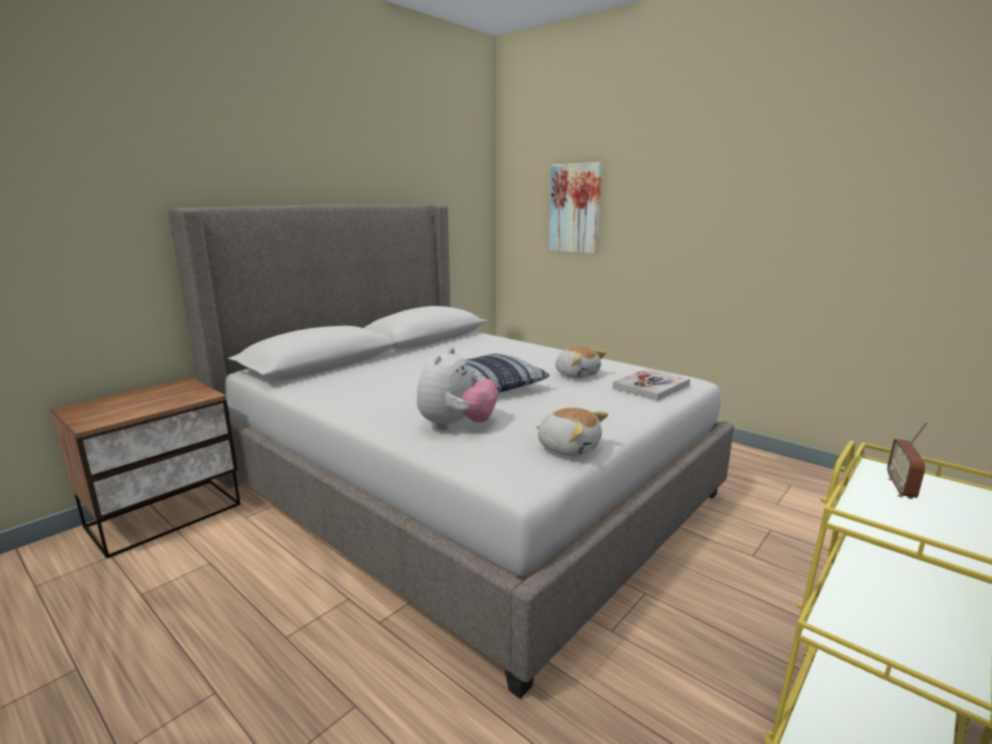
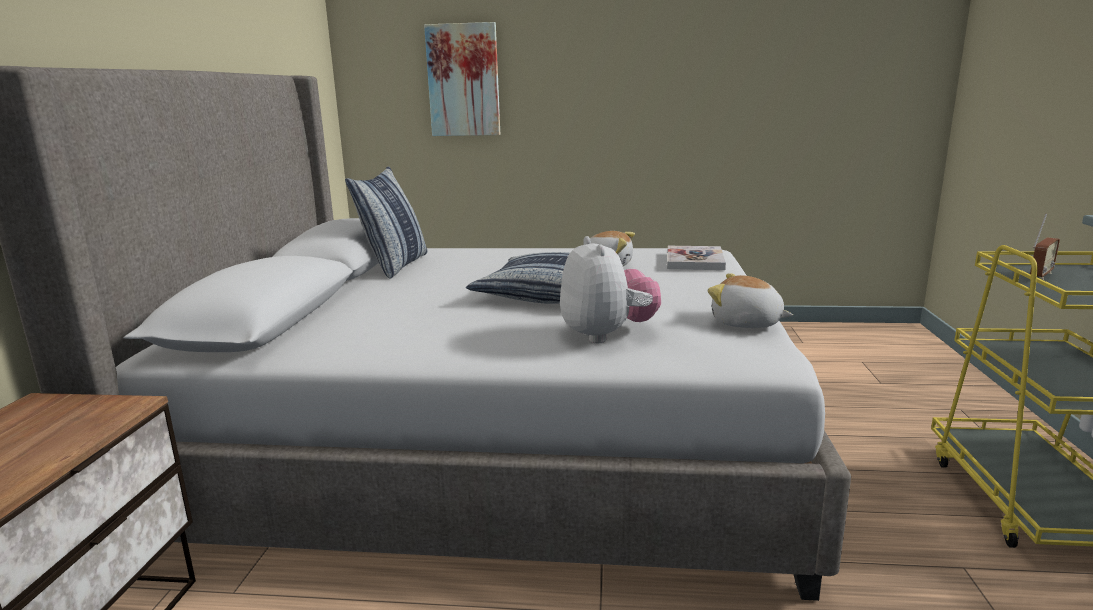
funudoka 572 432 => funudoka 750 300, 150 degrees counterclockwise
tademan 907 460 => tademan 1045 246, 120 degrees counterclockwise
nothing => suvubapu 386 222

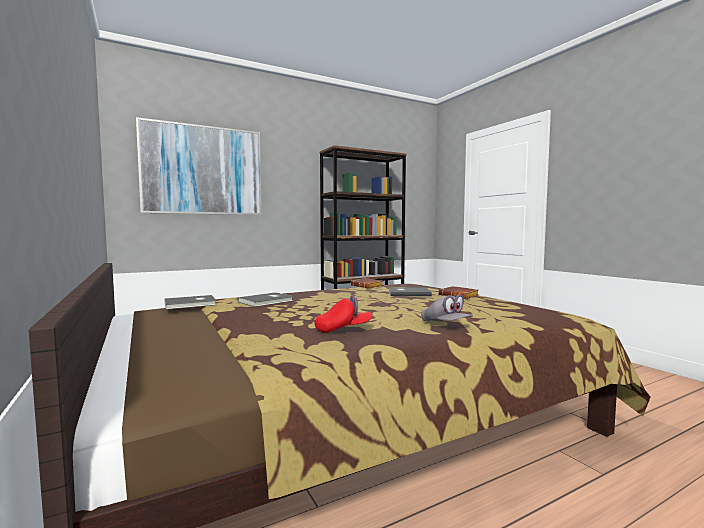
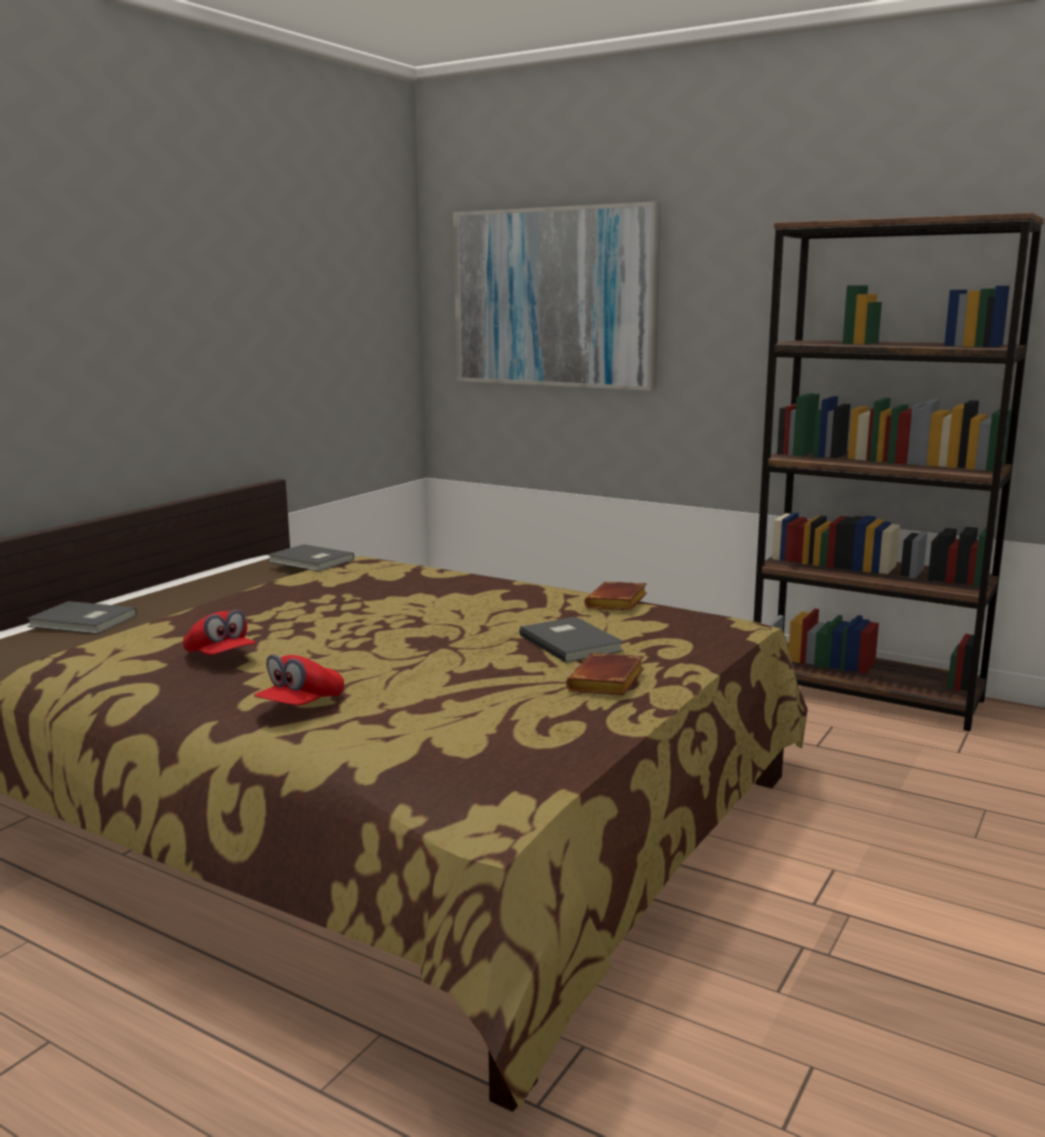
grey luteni 266 299 => grey luteni 81 617, move
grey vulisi 447 307 => red vulisi 299 679

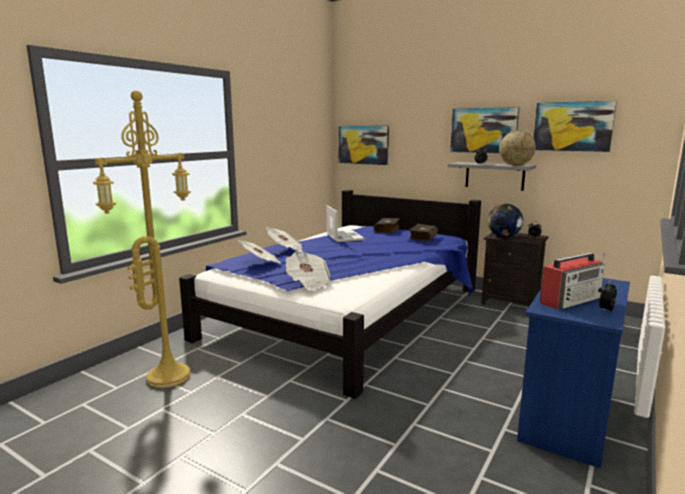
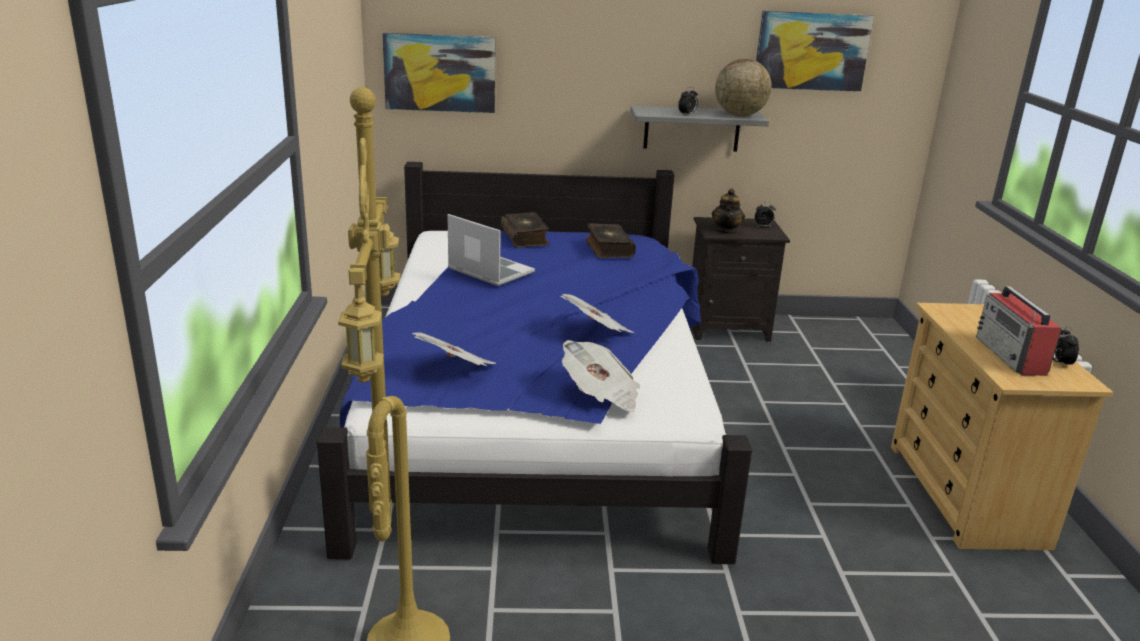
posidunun 284 239 => posidunun 597 313, move
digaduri 484 130 => nothing
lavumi 505 220 => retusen 728 211
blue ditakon 573 373 => beige ditakon 1002 426
tademan 572 281 => tademan 1019 331, 150 degrees clockwise

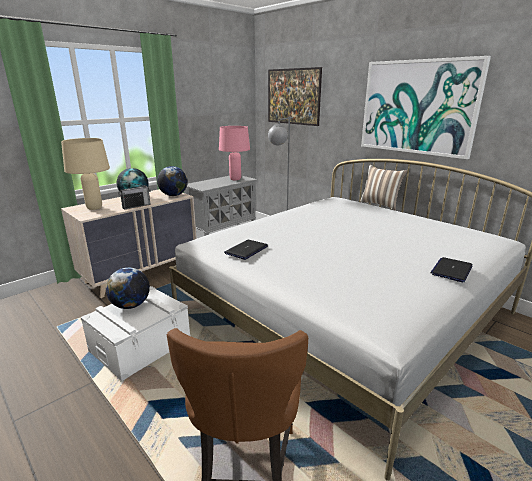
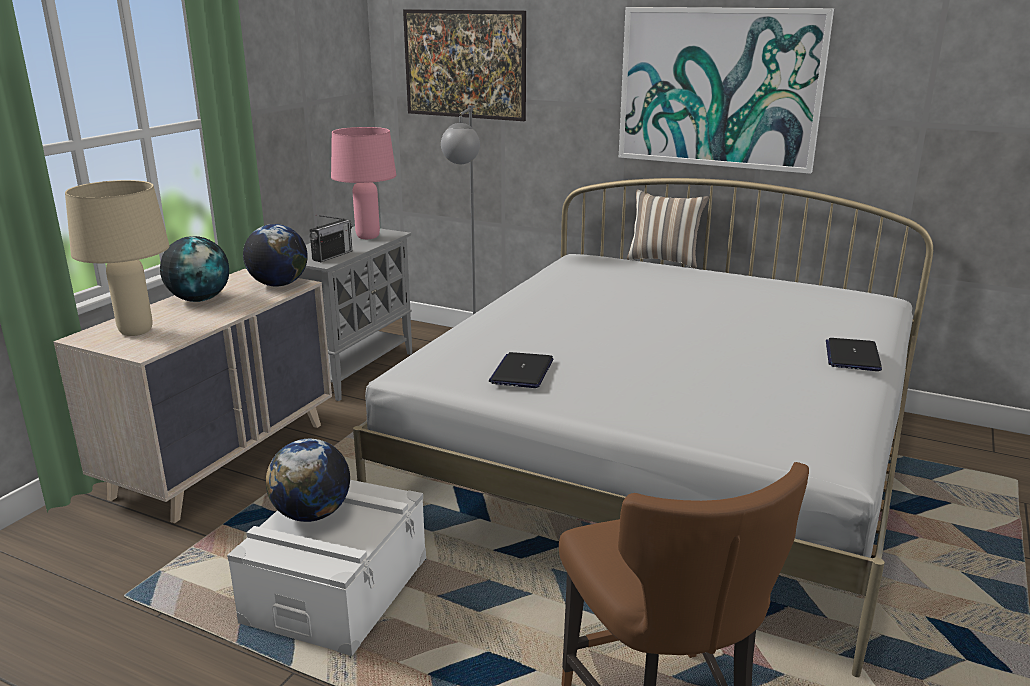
tademan 134 196 => tademan 331 238, move

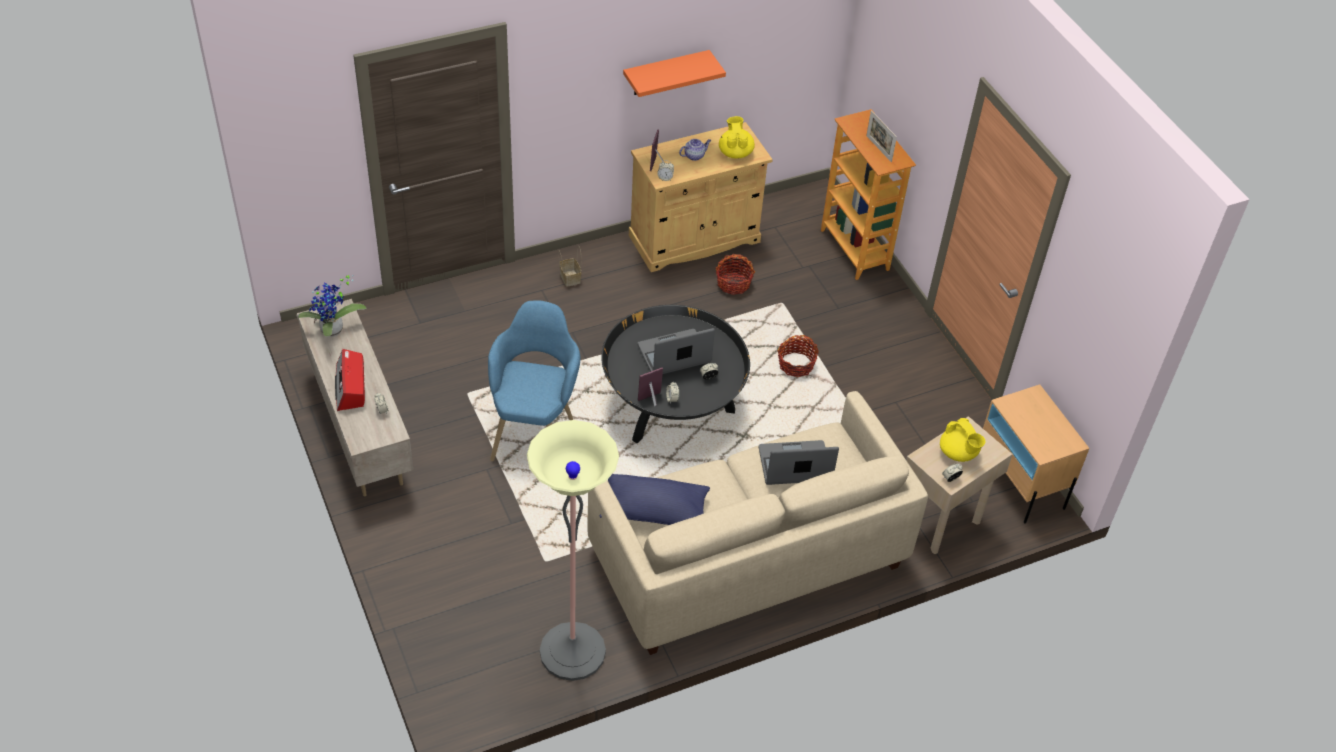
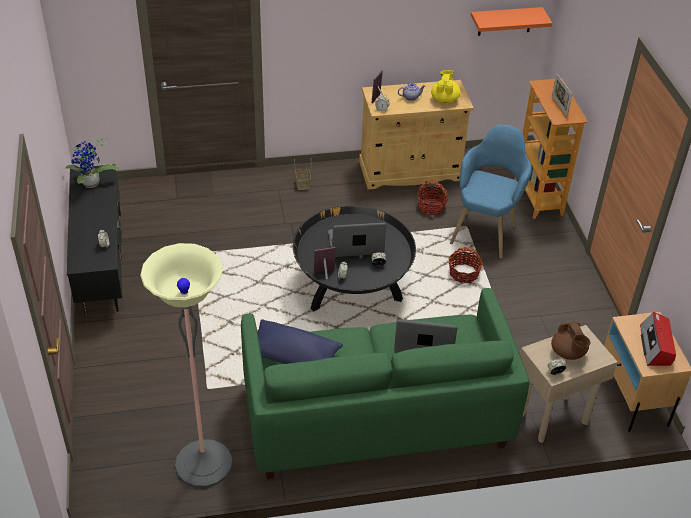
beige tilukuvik 354 397 => black tilukuvik 94 239
tademan 350 380 => tademan 658 339, move
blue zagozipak 534 380 => blue zagozipak 491 191, move
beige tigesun 757 523 => green tigesun 385 383
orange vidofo 674 73 => orange vidofo 511 21, move
yellow retusen 962 440 => brown retusen 570 340

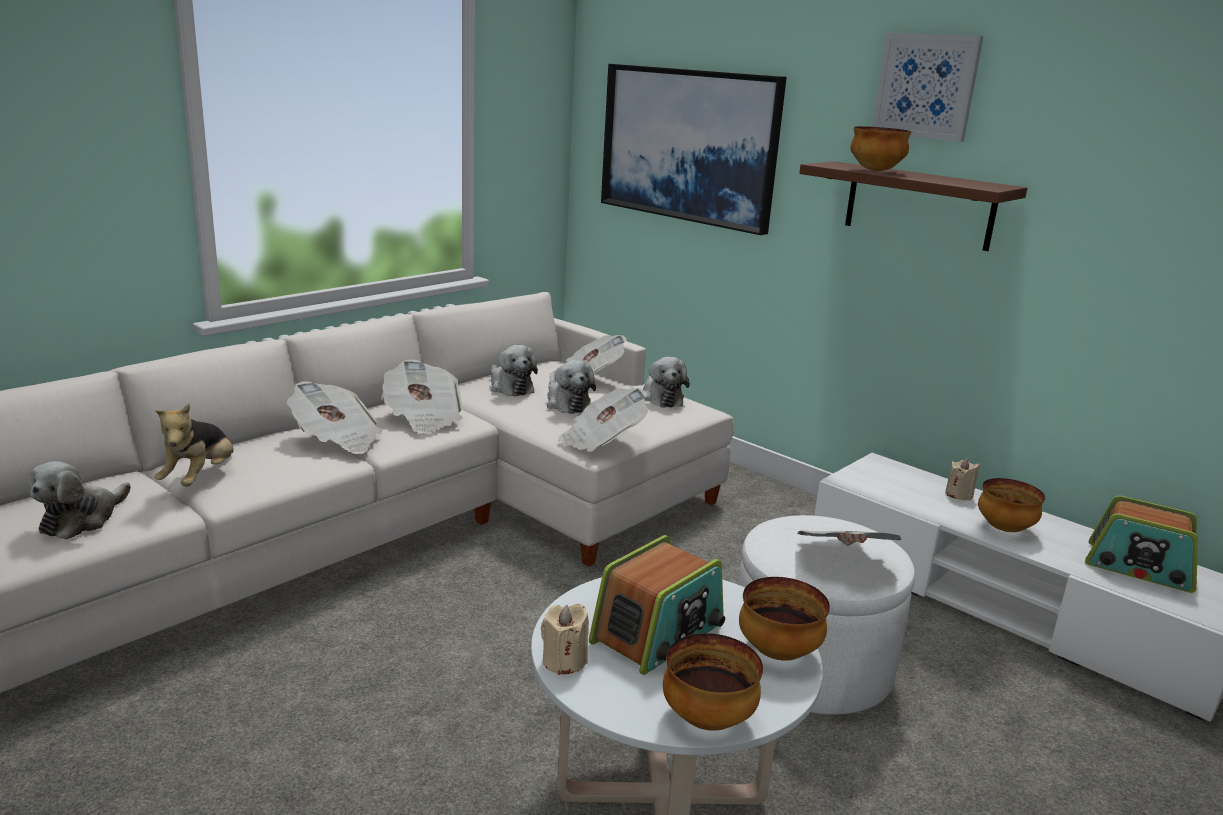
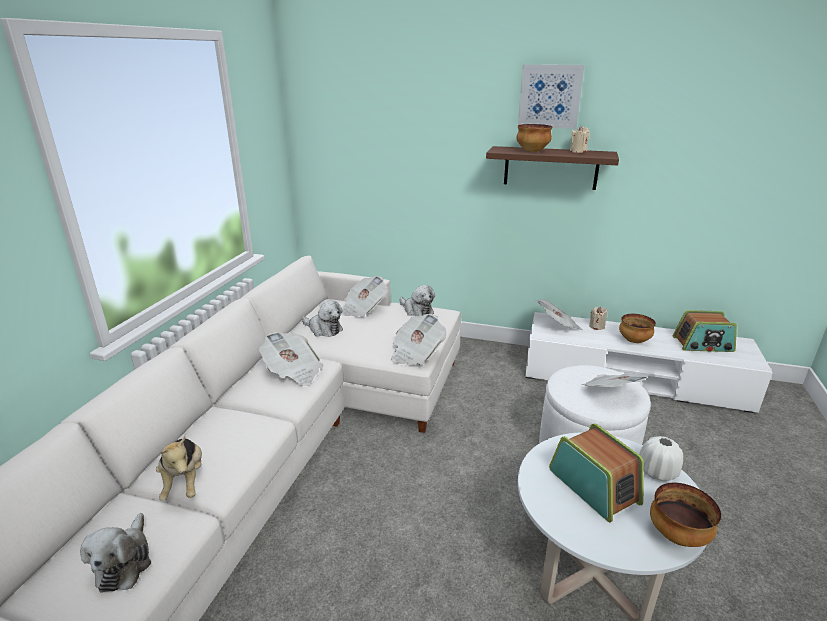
posidunun 335 417 => posidunun 559 314, move
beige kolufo 565 639 => beige kolufo 580 139, move
funudoka 571 387 => nothing
tademan 657 605 => tademan 596 473, 45 degrees counterclockwise
digaduri 694 149 => nothing
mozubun 784 619 => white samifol 661 458

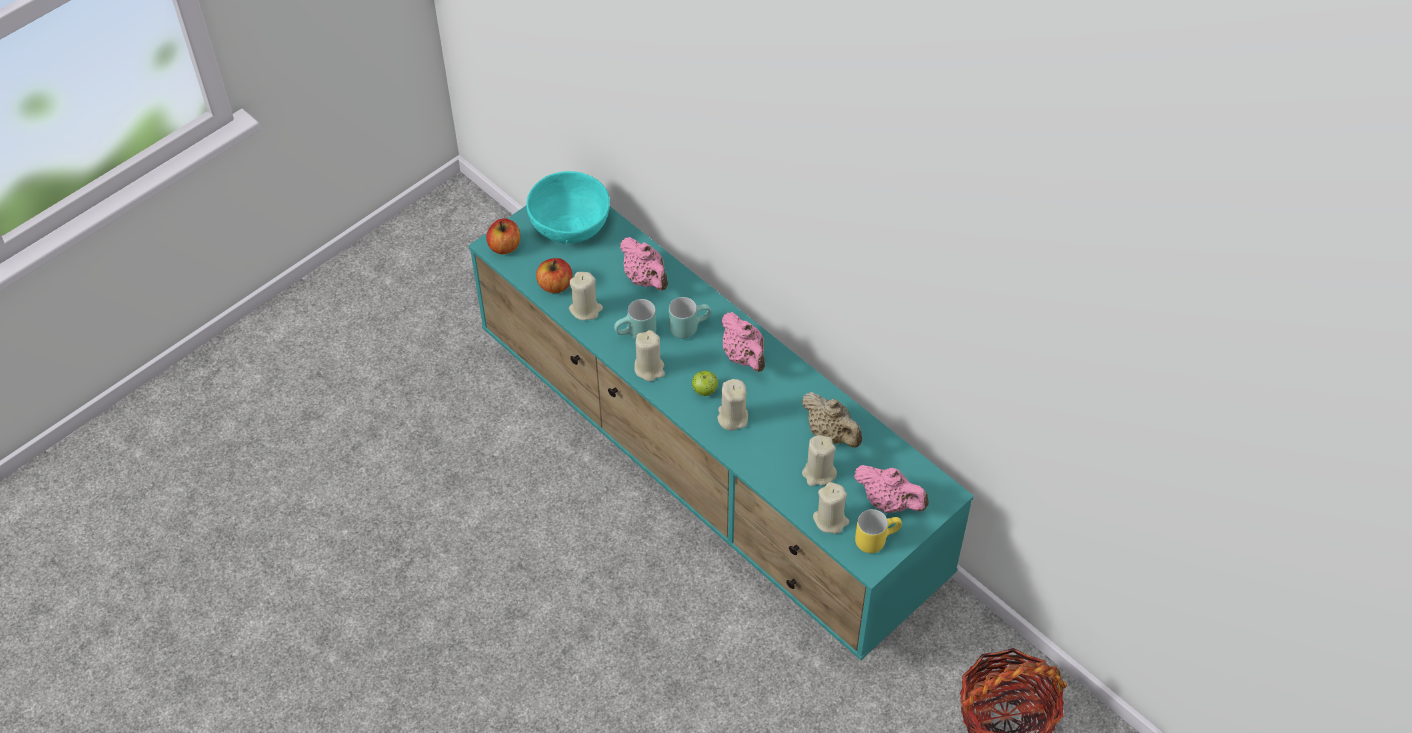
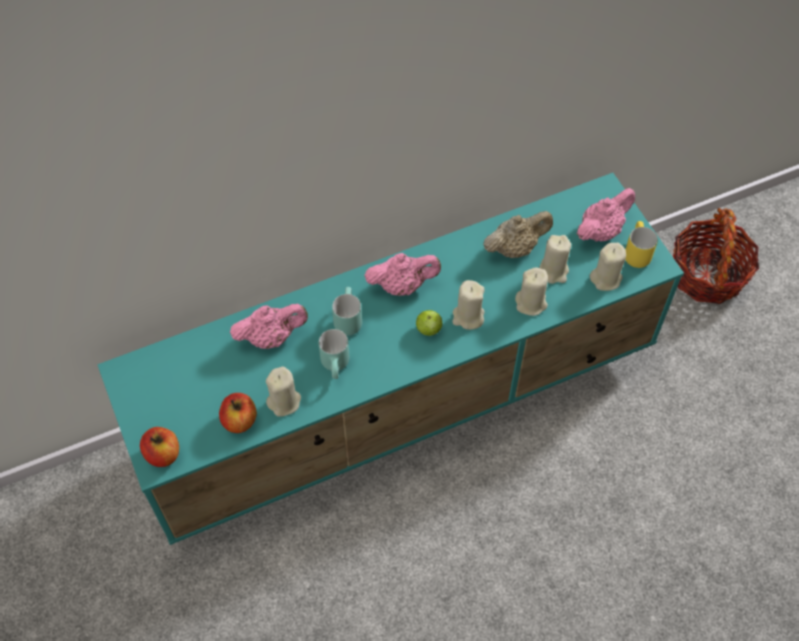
turquoise mozubun 568 207 => nothing
beige kolufo 649 356 => beige kolufo 531 291, move

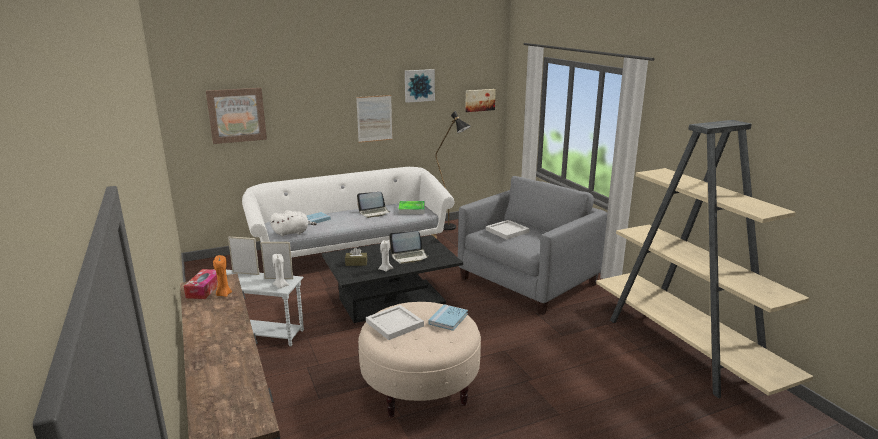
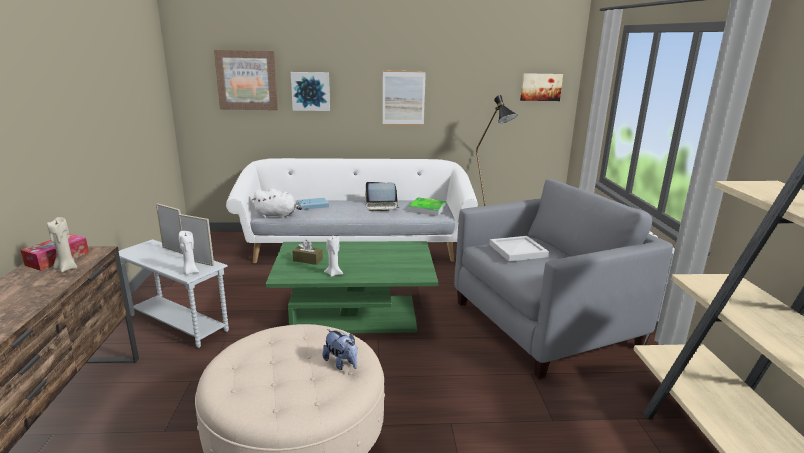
orange kolufo 222 276 => beige kolufo 62 244
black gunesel 392 279 => green gunesel 351 287
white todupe 395 322 => nothing
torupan 409 247 => nothing
digaduri 420 86 => digaduri 310 91, move
blue luteni 448 317 => funudoka 340 349

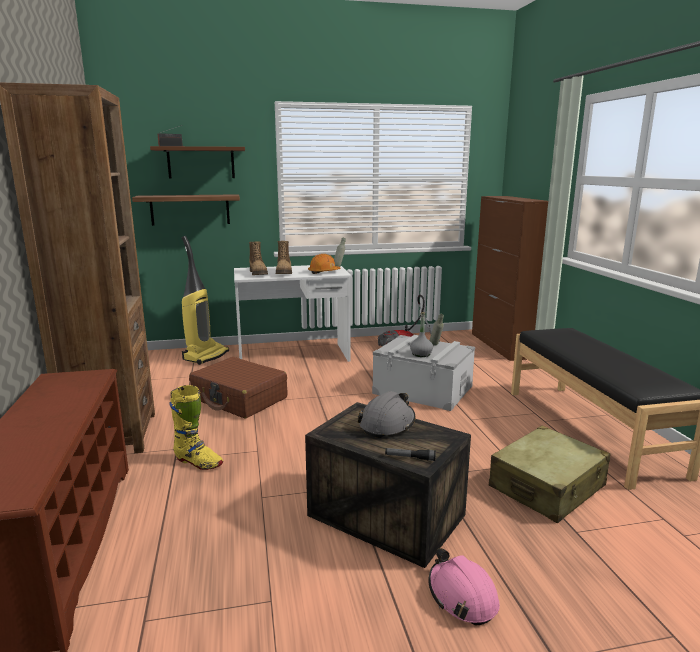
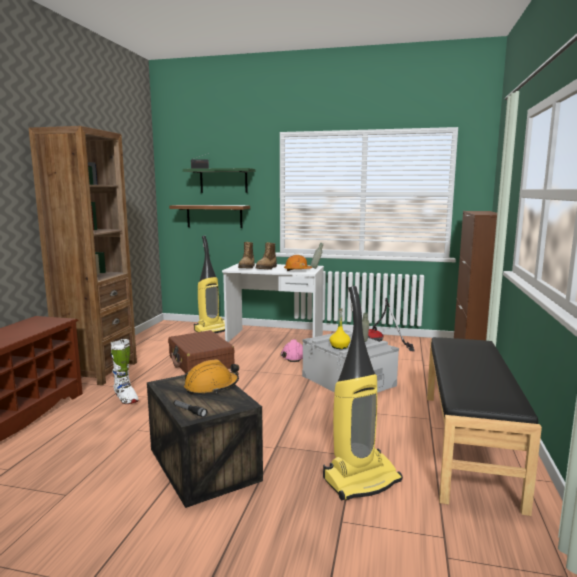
brown vidofo 197 162 => green vidofo 219 180
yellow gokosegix 196 427 => white gokosegix 124 371
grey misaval 386 414 => orange misaval 211 376
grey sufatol 421 334 => yellow sufatol 340 328
pink misaval 464 587 => pink misaval 291 351, move
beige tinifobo 550 474 => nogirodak 363 393

